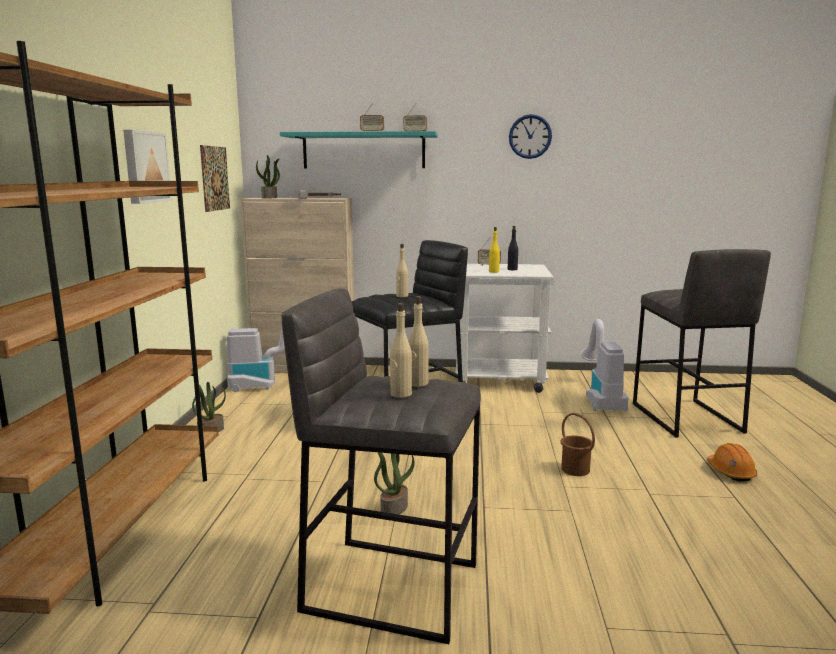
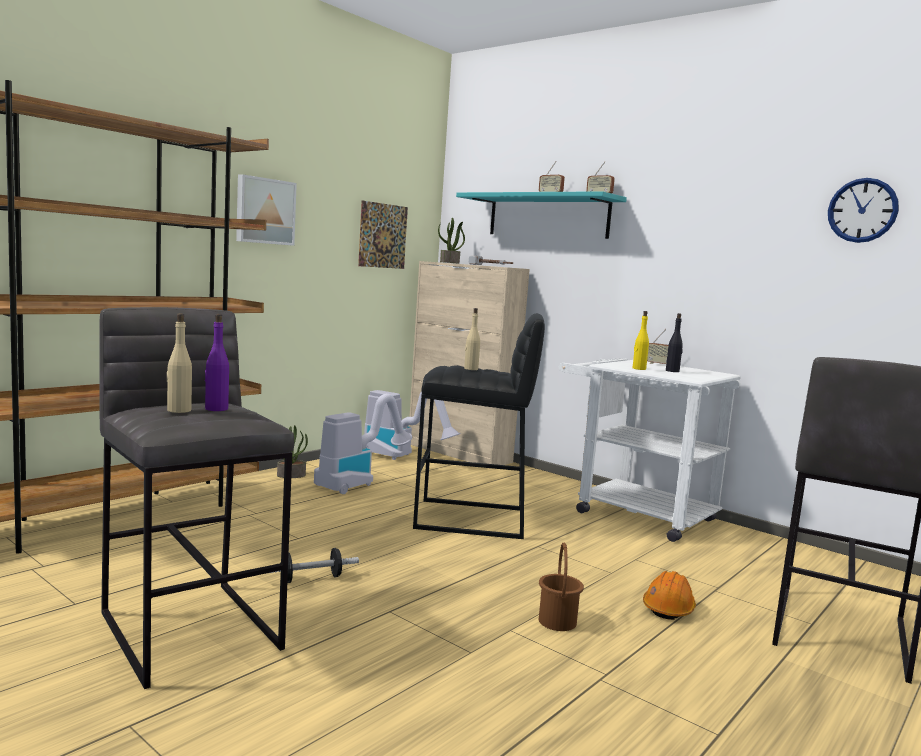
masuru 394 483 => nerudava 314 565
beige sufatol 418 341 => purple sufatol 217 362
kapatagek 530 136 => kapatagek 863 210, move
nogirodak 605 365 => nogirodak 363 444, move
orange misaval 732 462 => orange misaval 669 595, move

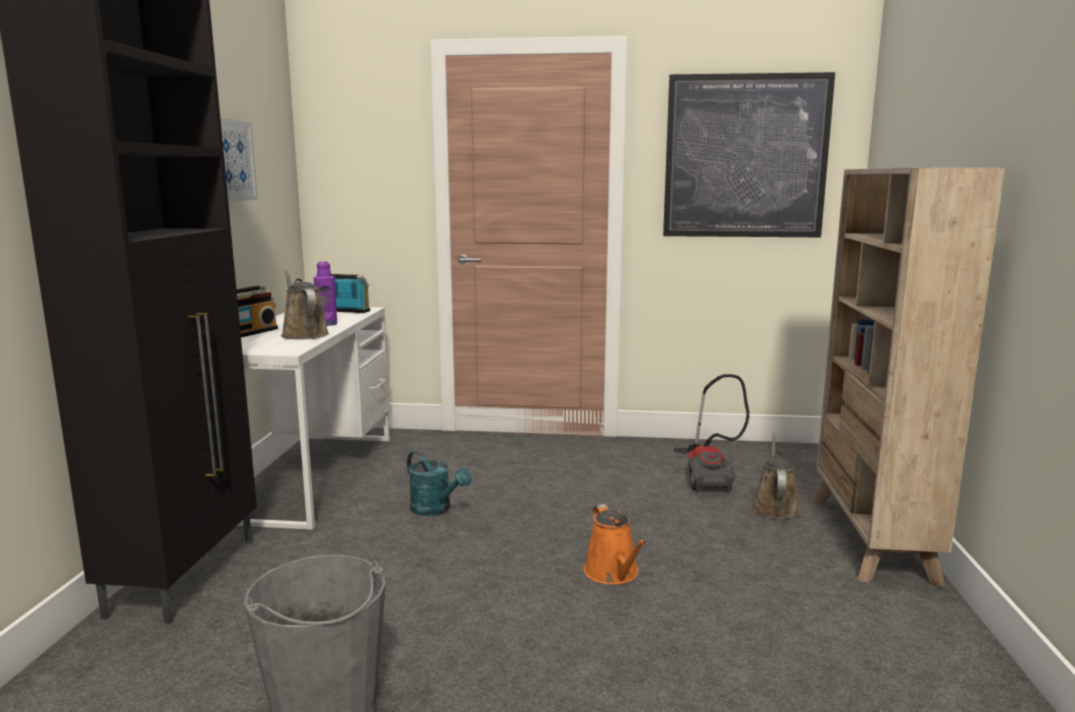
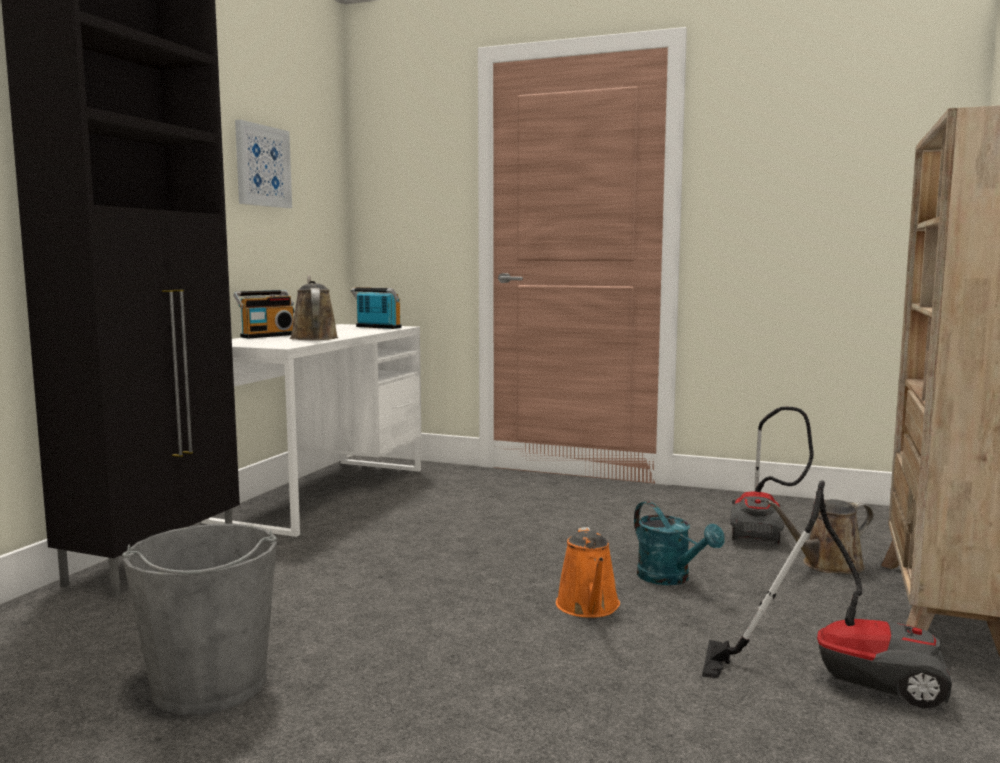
purple sufatol 325 293 => nothing
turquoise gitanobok 439 483 => turquoise gitanobok 679 543, move
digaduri 749 154 => nothing
brown gitanobok 775 475 => brown gitanobok 820 536, 135 degrees counterclockwise
nothing => nogirodak 827 594

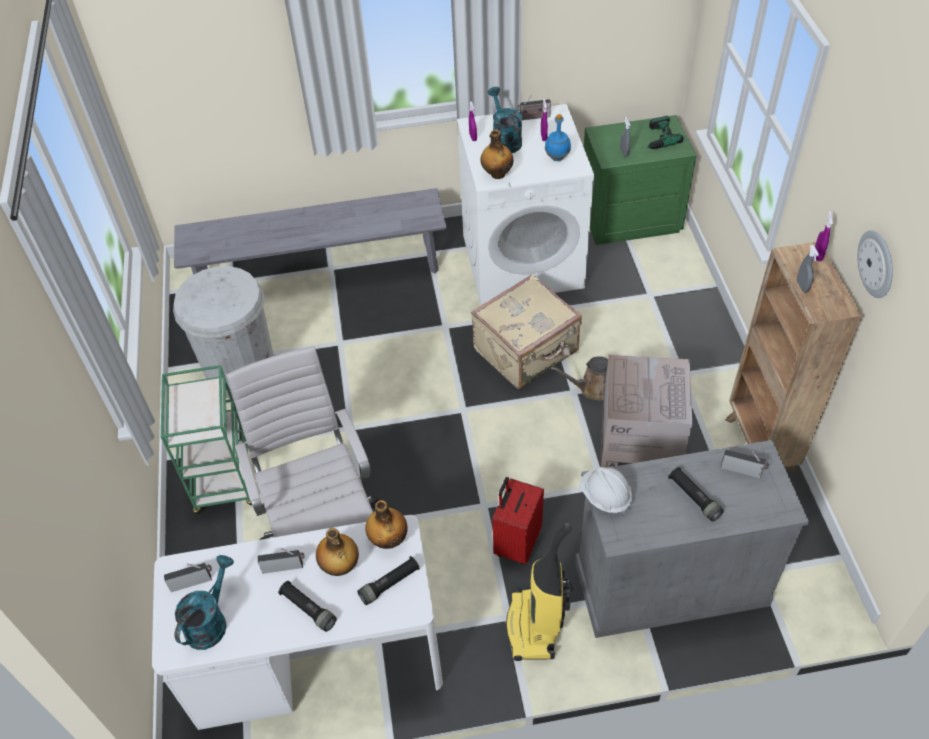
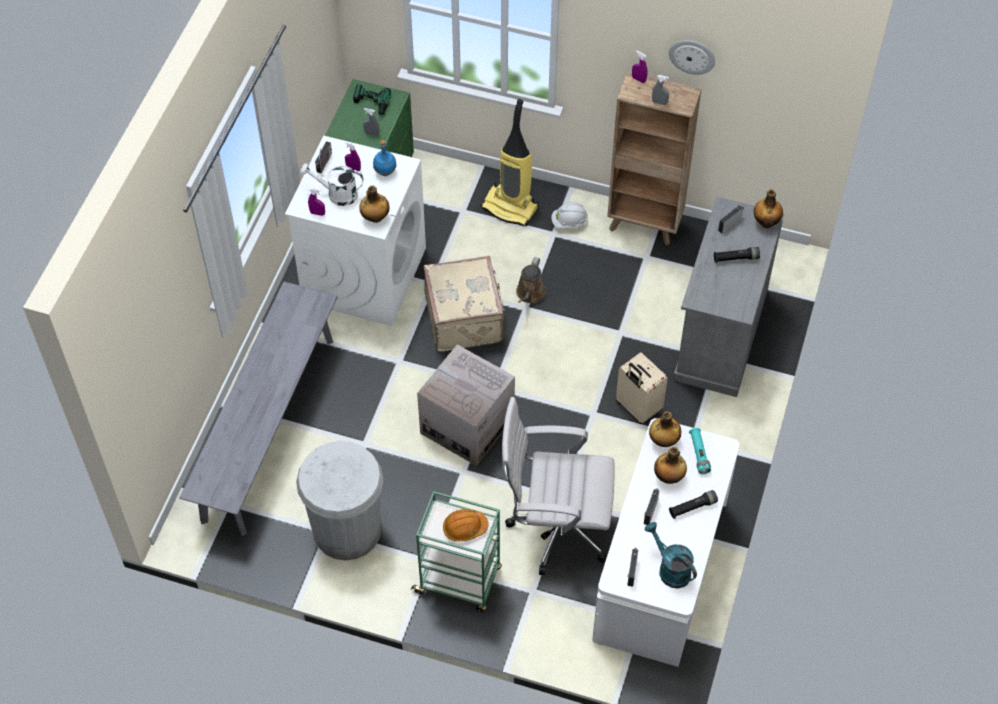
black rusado 388 580 => turquoise rusado 700 451
turquoise gitanobok 505 120 => white gitanobok 332 184
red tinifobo 518 521 => beige tinifobo 642 388
nogirodak 539 592 => nogirodak 510 163, move
white misaval 605 491 => white misaval 569 215, move
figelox 646 411 => figelox 466 405, move
nothing => orange misaval 465 525
nothing => sufatol 768 208

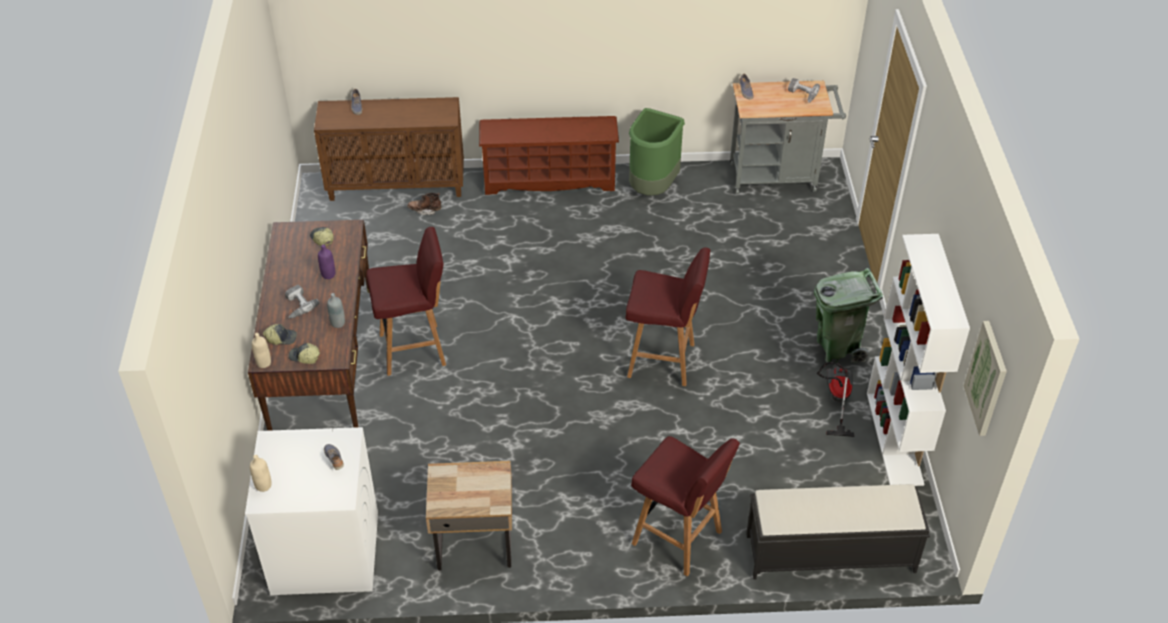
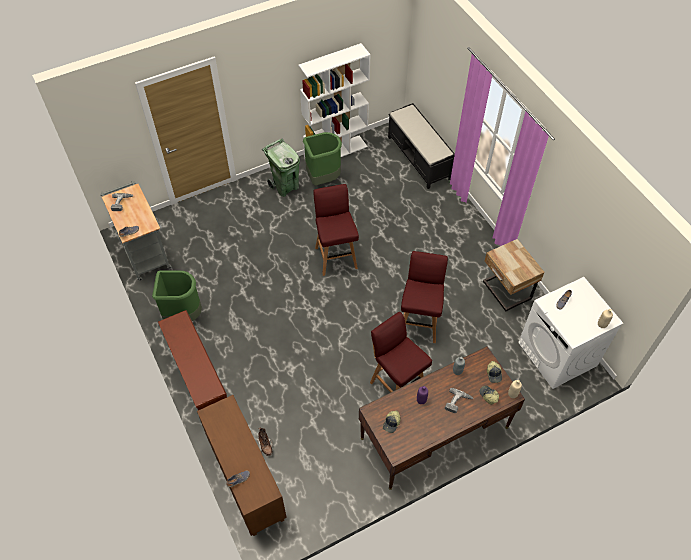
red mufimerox 685 506 => red mufimerox 424 297, move
nogirodak 836 399 => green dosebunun 322 159
digaduri 985 378 => nothing

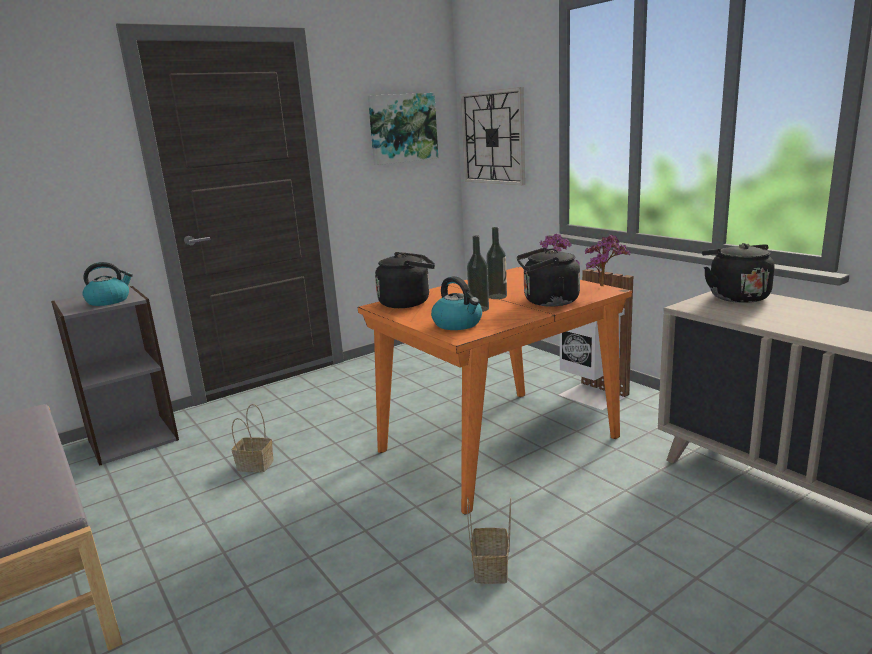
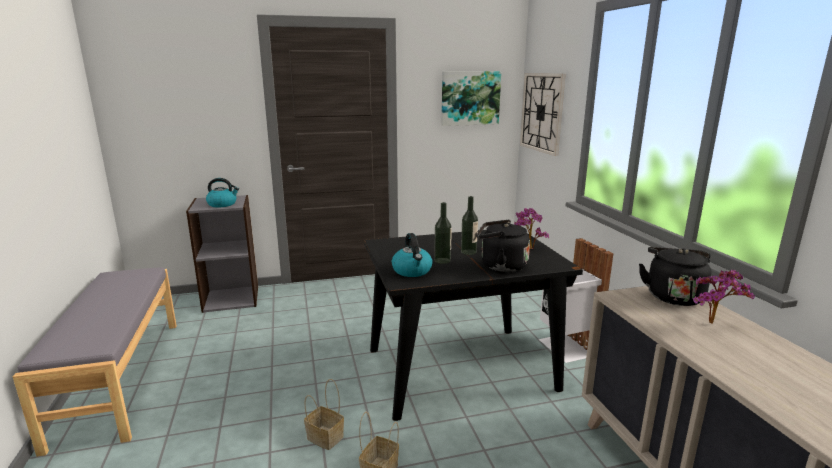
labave 253 438 => labave 324 414, move
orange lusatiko 495 391 => black lusatiko 473 325
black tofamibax 405 280 => nothing
masuru 607 261 => masuru 724 296, move

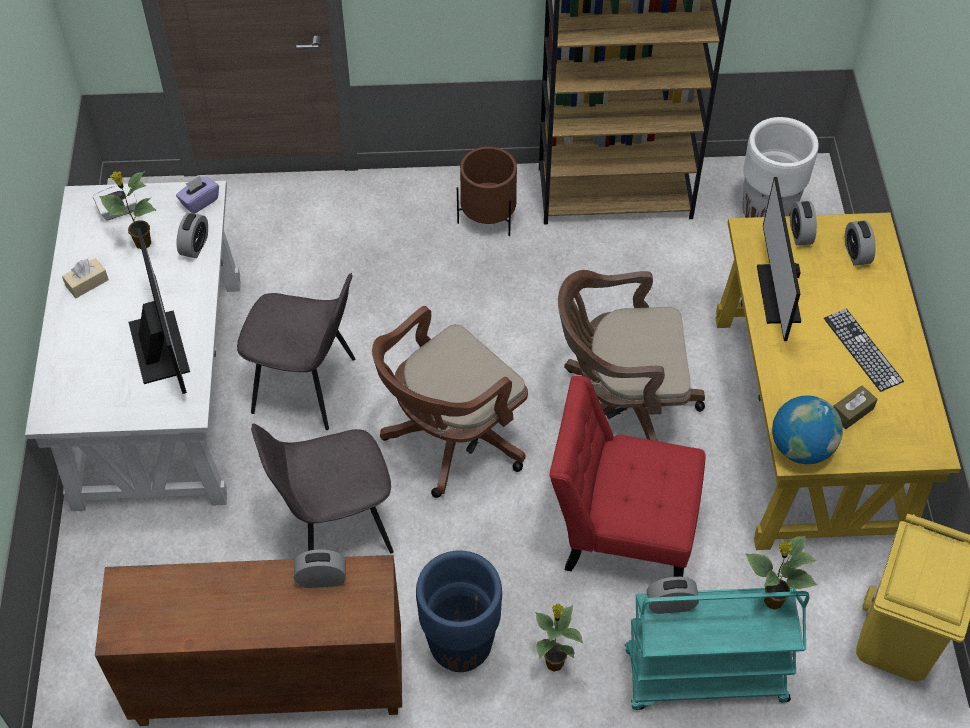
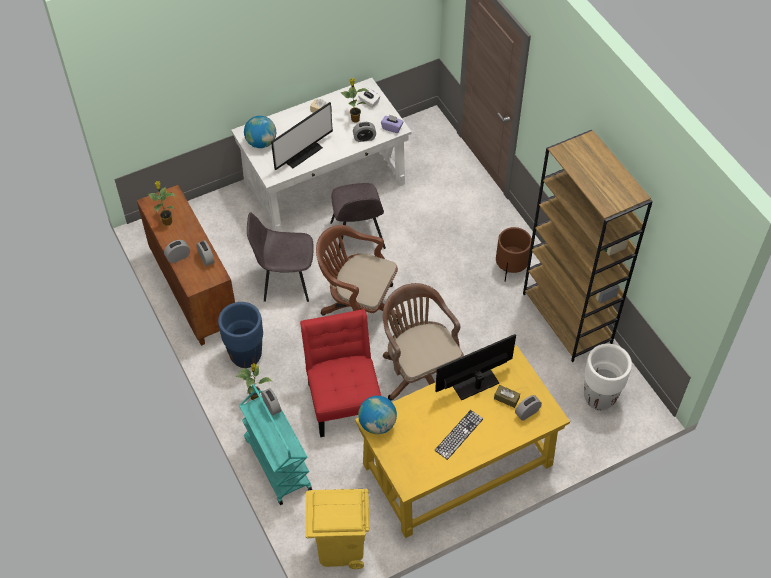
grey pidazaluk 322 489 => grey pidazaluk 280 257, 45 degrees counterclockwise
masuru 782 573 => masuru 162 203, move
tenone 803 223 => tenone 177 251, move
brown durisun 855 407 => brown durisun 507 396, move
nothing => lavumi 260 132

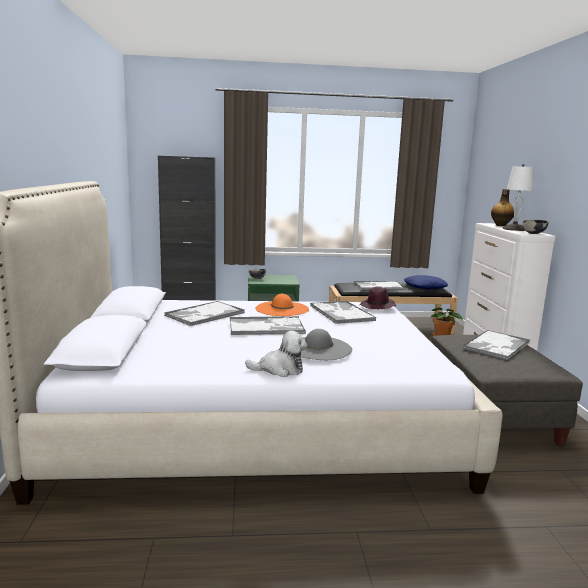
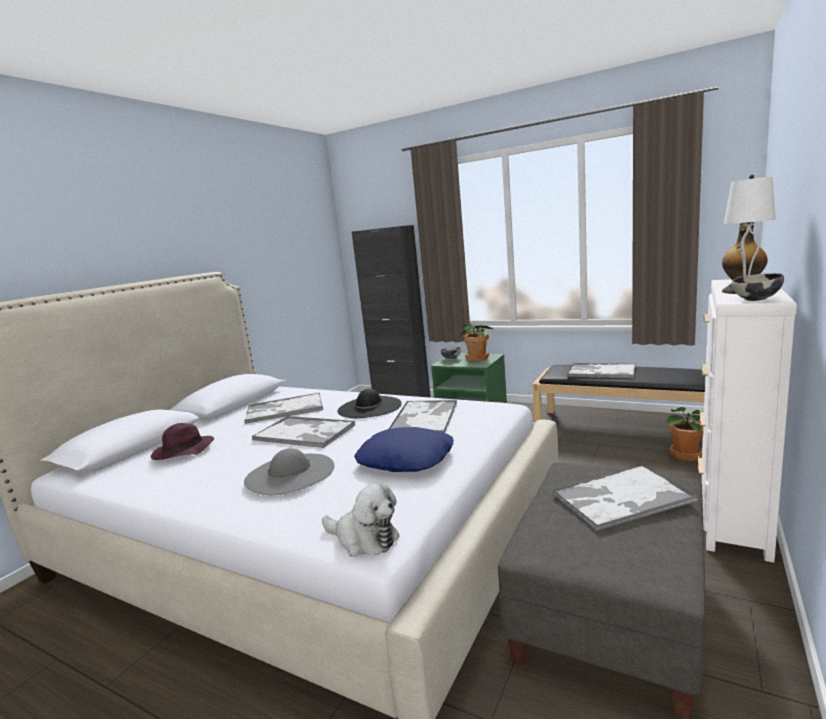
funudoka 276 353 => funudoka 360 520, move
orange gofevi 282 305 => black gofevi 370 403
purple gofevi 378 298 => purple gofevi 182 441, move
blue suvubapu 426 282 => blue suvubapu 404 449, move
nothing => masuru 477 342

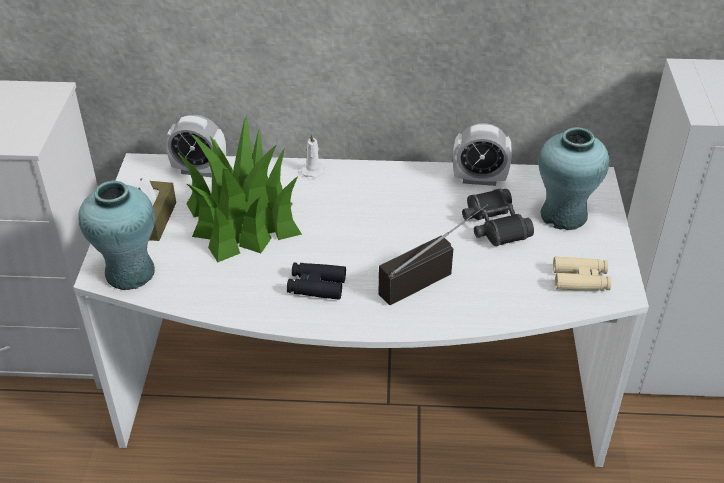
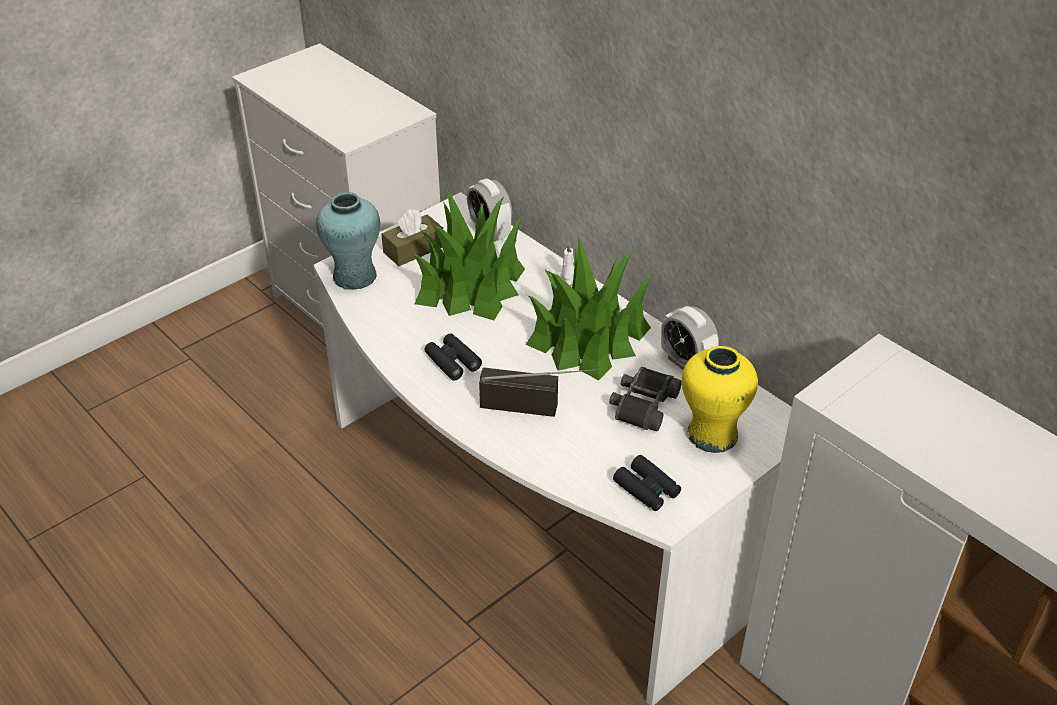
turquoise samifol 573 178 => yellow samifol 720 399
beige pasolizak 582 274 => black pasolizak 647 483
nothing => masuru 590 307

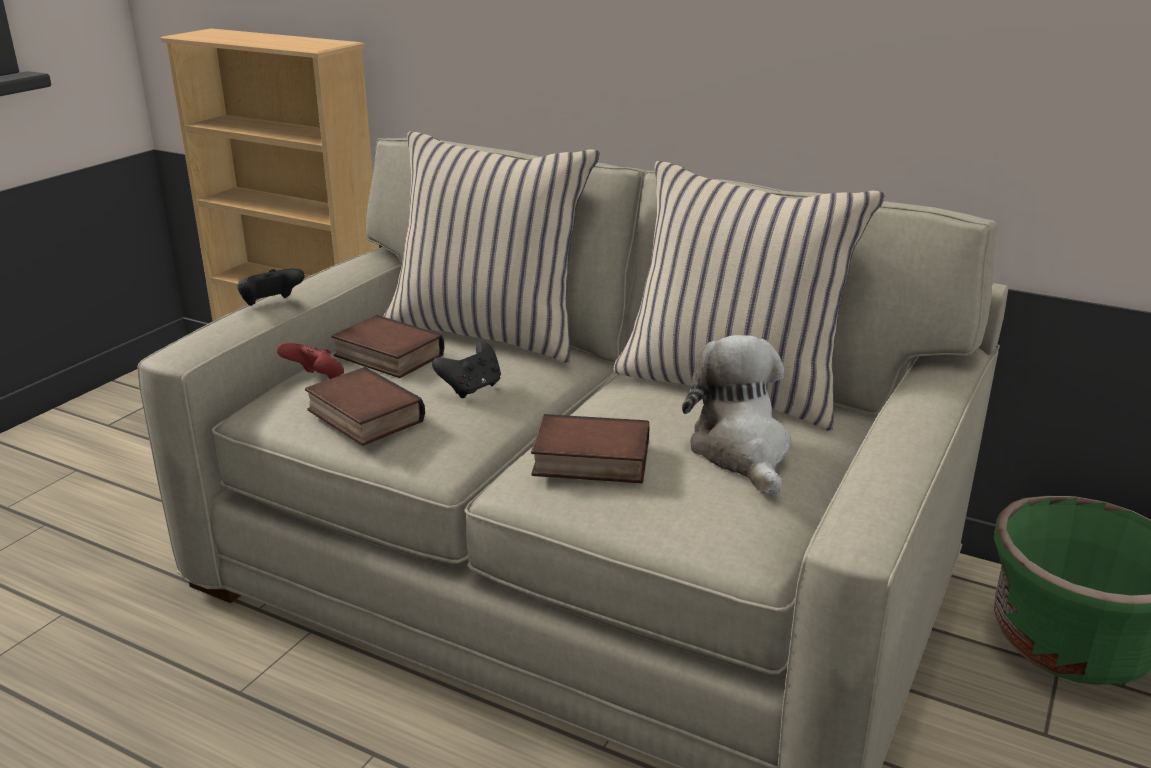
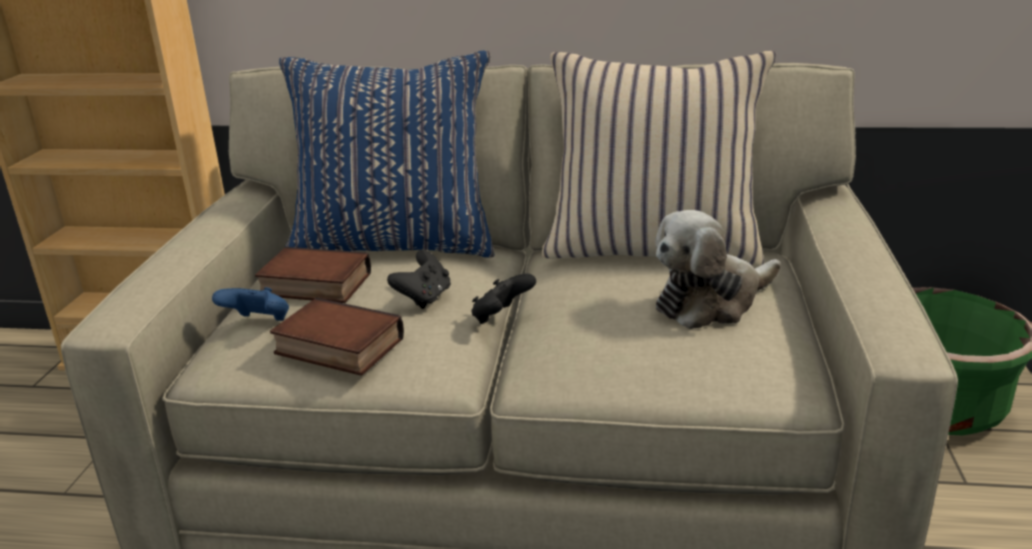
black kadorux 271 287 => black kadorux 503 298, move
red kadorux 310 360 => blue kadorux 250 304
beige suvubapu 492 247 => blue suvubapu 387 154
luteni 590 448 => nothing
funudoka 736 416 => funudoka 718 269, 90 degrees counterclockwise

